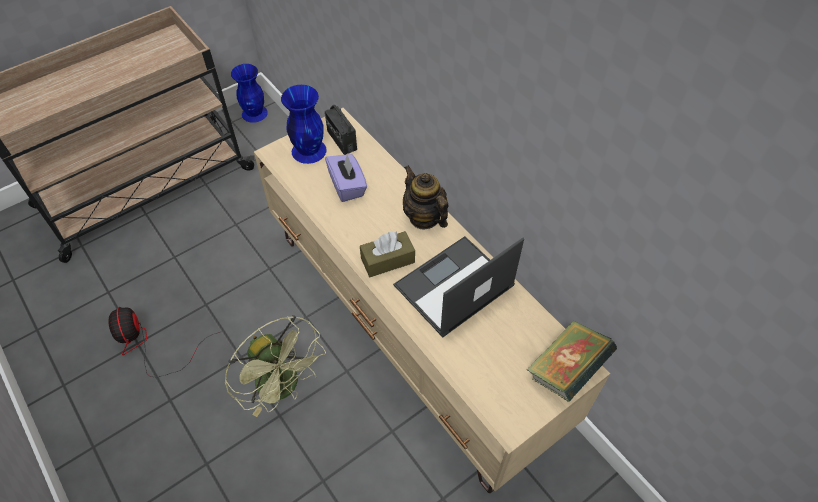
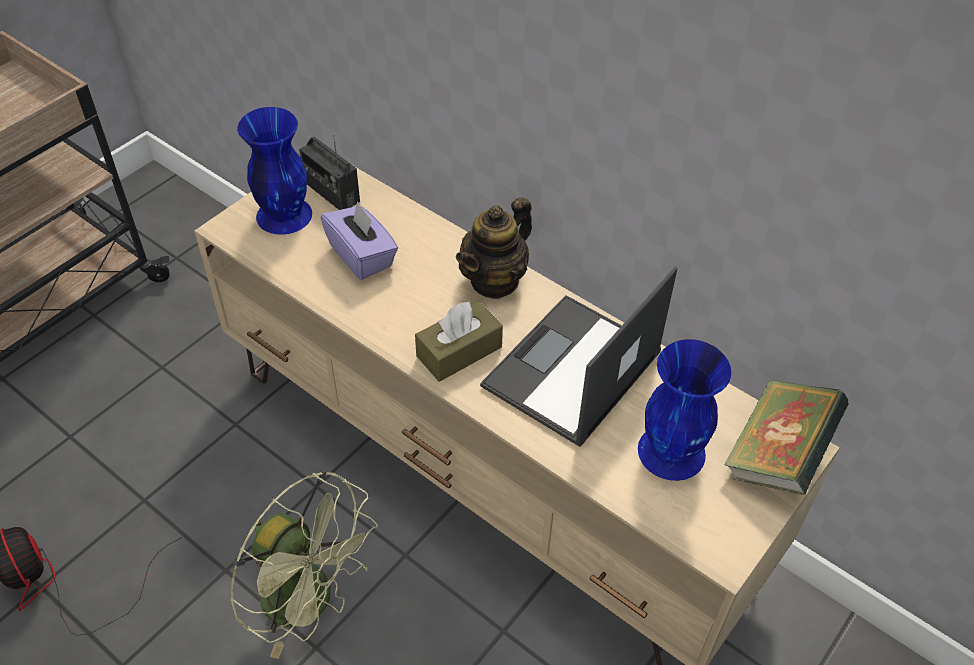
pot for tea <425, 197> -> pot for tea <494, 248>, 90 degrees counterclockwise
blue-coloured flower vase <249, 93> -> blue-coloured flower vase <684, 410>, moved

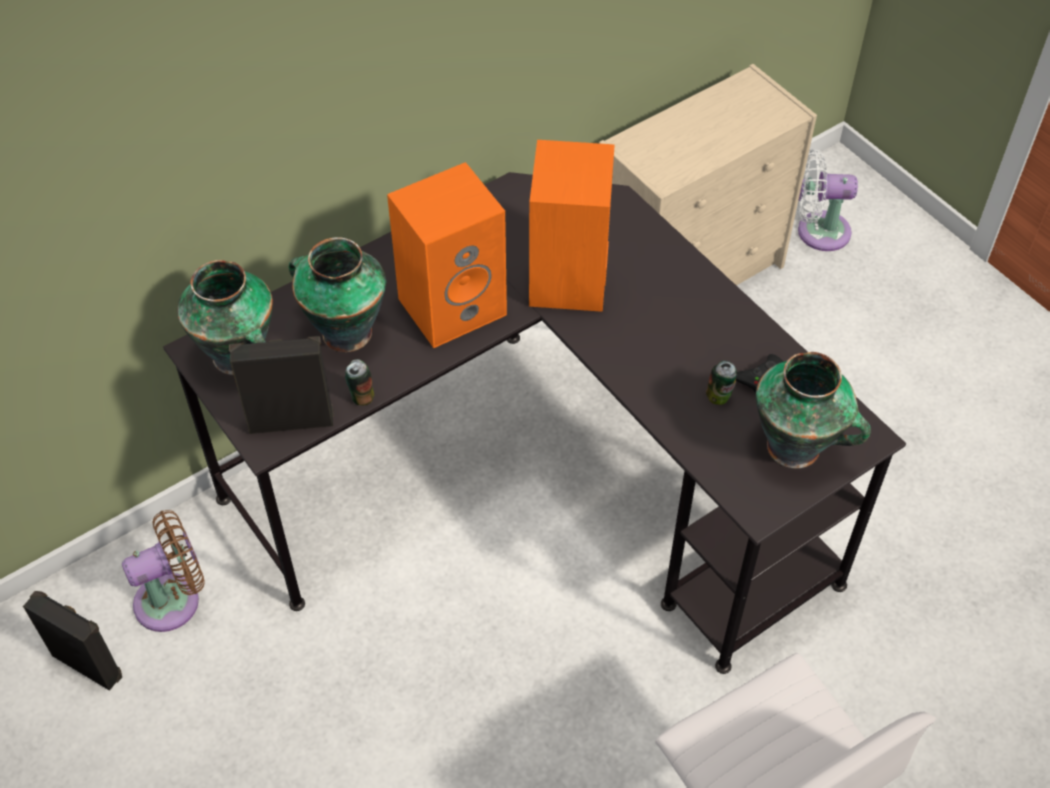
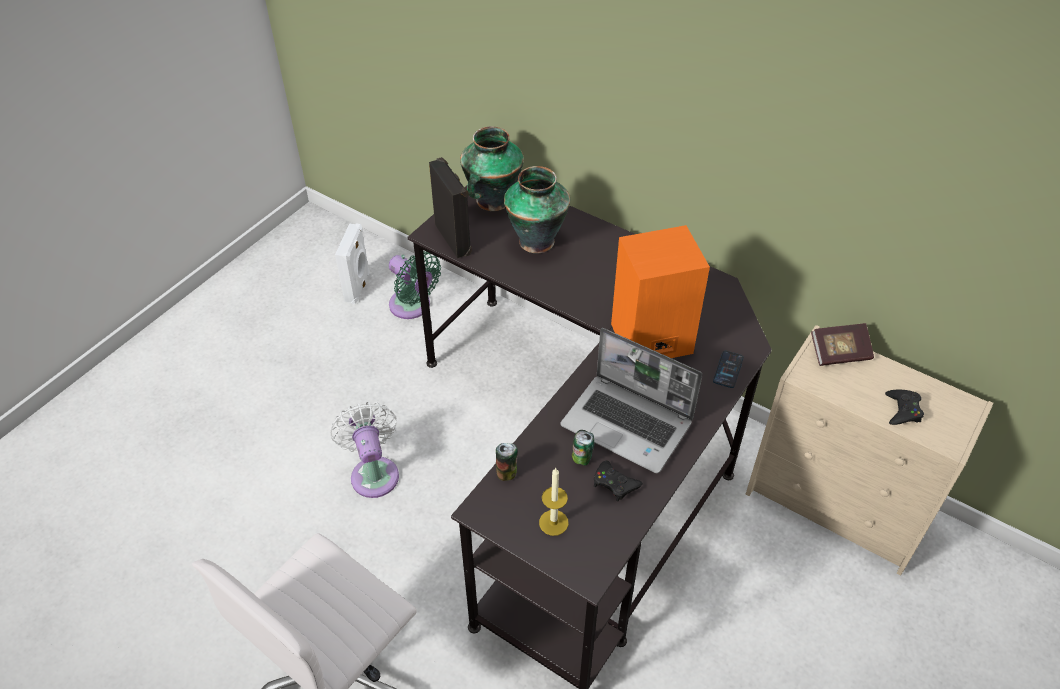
white-coloured cooling fan <827, 200> -> white-coloured cooling fan <364, 450>, moved
blackish audio speaker <72, 641> -> white-coloured audio speaker <352, 263>
brown cooling fan <163, 571> -> greenish cooling fan <415, 285>
can <359, 382> -> can <507, 462>, moved
flower vase <813, 410> -> wax candle <554, 501>
none -> notebook computer <632, 400>
none -> handset <728, 369>
none -> bound book <842, 344>
none -> blackish gamepad <904, 407>
orangey audio speaker <447, 255> -> none

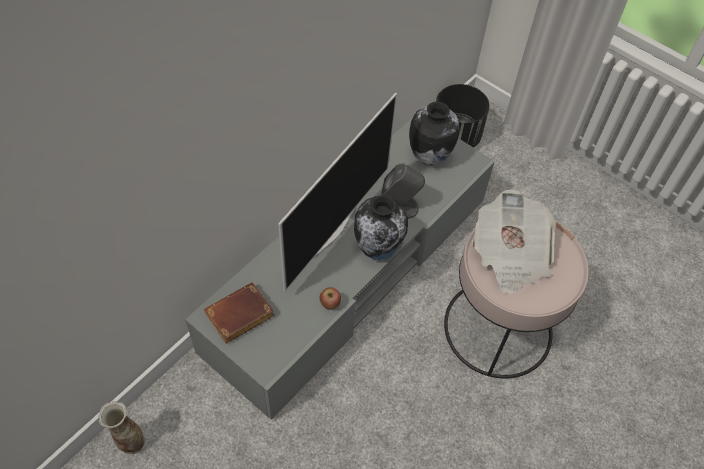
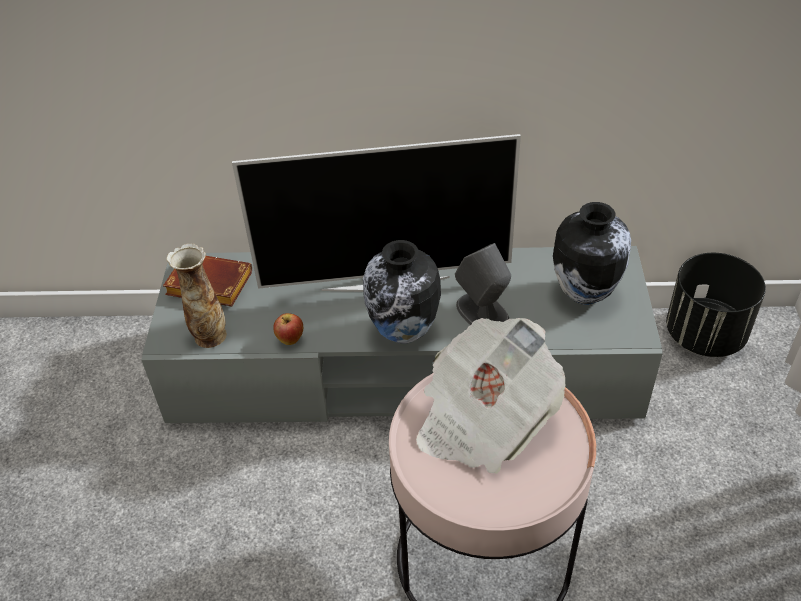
flower vase <121, 427> -> flower vase <196, 295>, moved

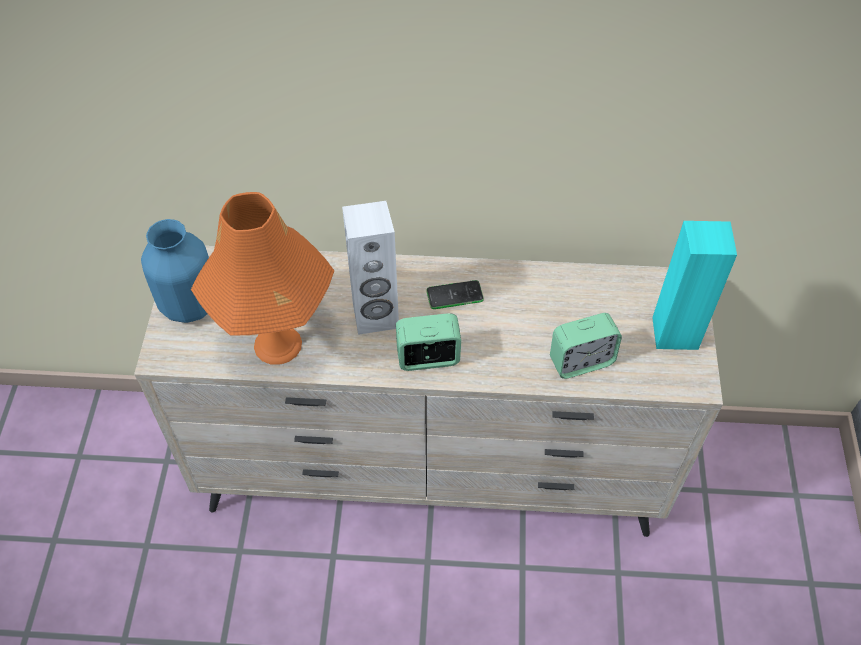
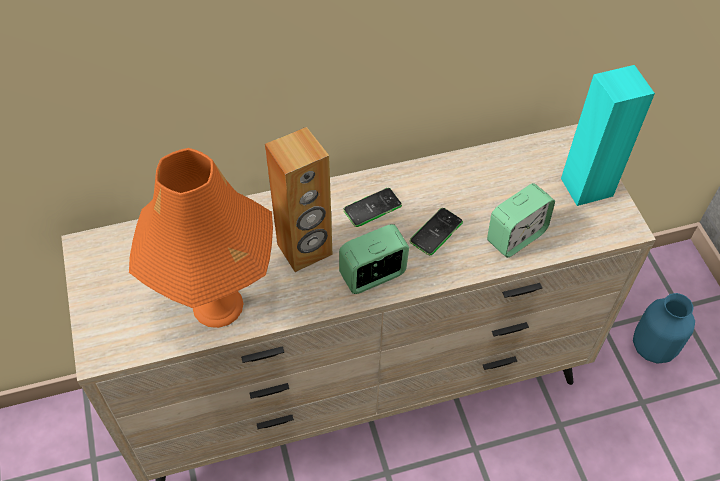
white-coloured audio speaker <370, 268> -> brown audio speaker <298, 199>
none -> handset <436, 231>
blue-coloured flower vase <175, 271> -> blue-coloured flower vase <664, 328>, moved

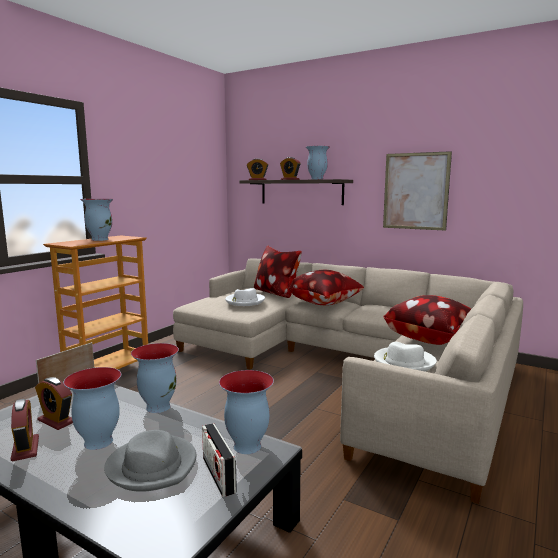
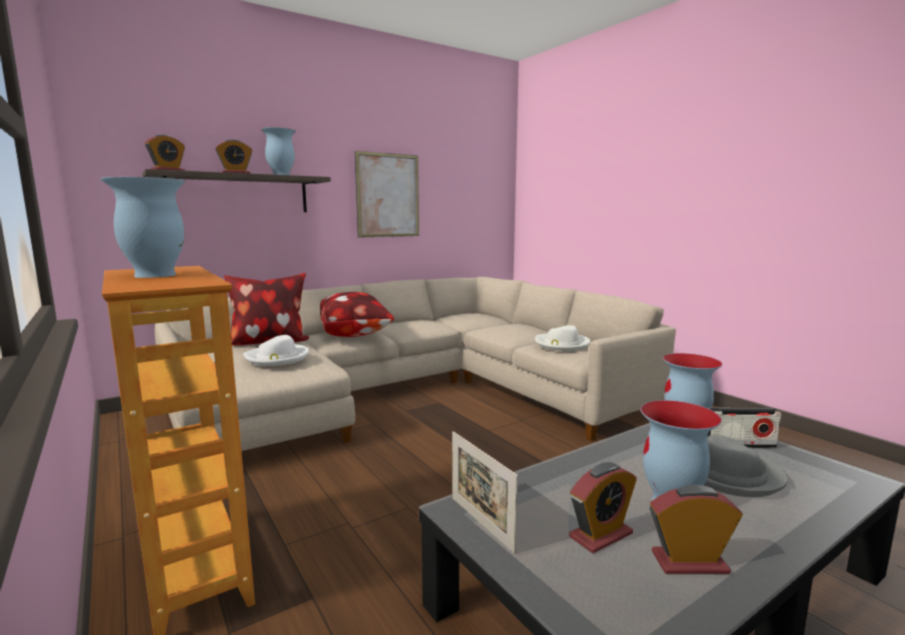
flower vase <155, 378> -> none
pillow <427, 320> -> none

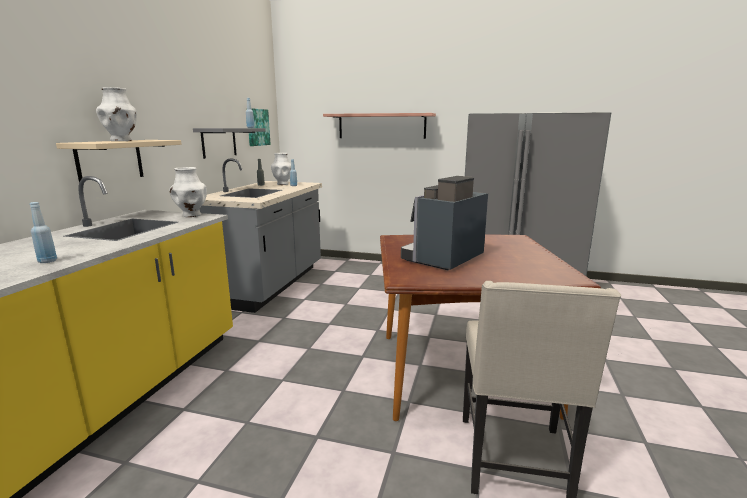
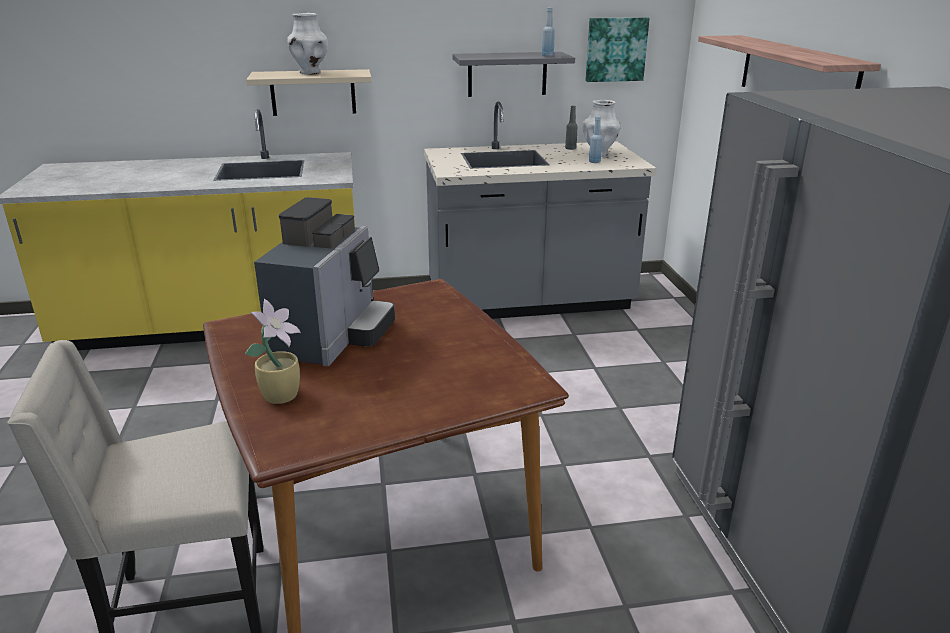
none -> houseplant <273, 351>
coffee brewer <444, 223> -> coffee brewer <324, 281>, 90 degrees clockwise
blue-coloured beverage bottle <43, 232> -> none
white-coloured flower vase <188, 192> -> none

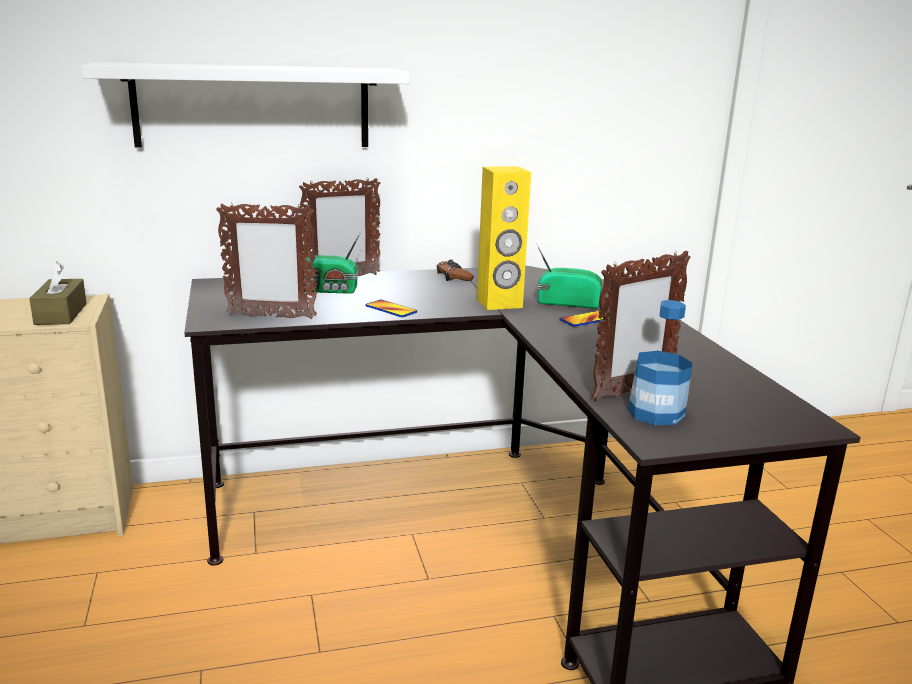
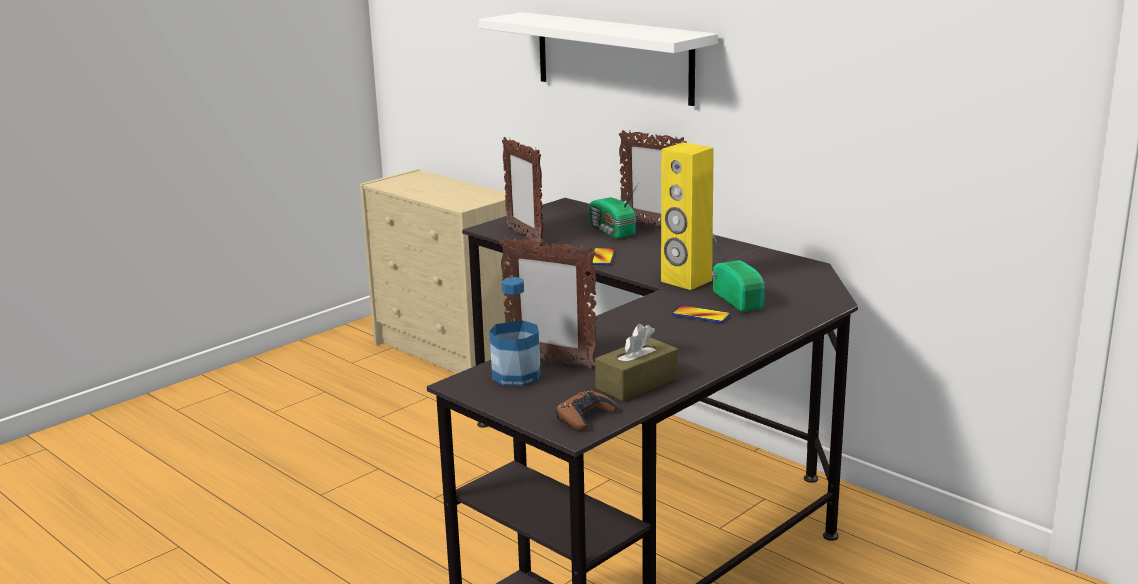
brown gamepad <455, 270> -> brown gamepad <586, 410>, moved
brown tissue holder <58, 293> -> brown tissue holder <636, 362>, moved

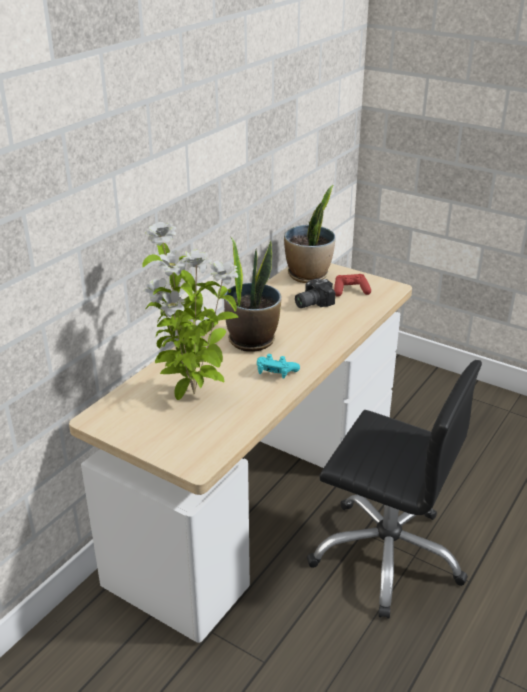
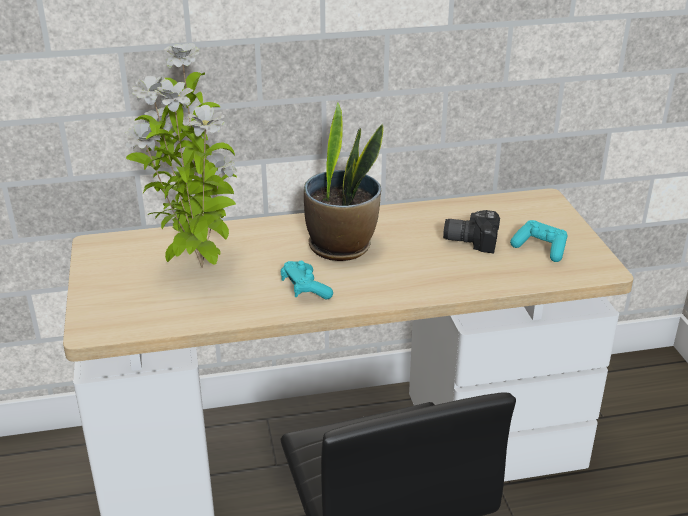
reddish gamepad <352, 285> -> turquoise gamepad <538, 241>
houseplant <309, 234> -> none

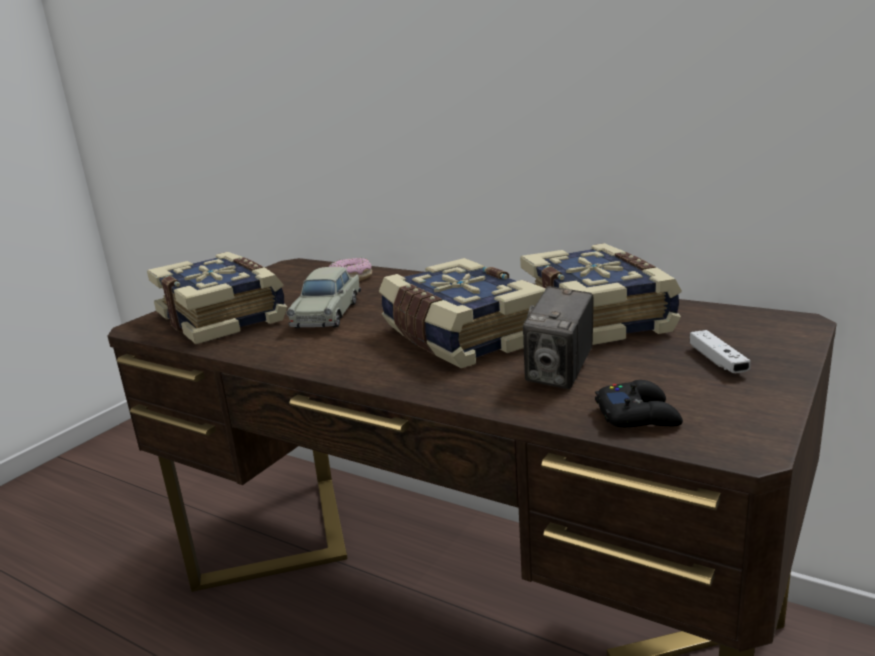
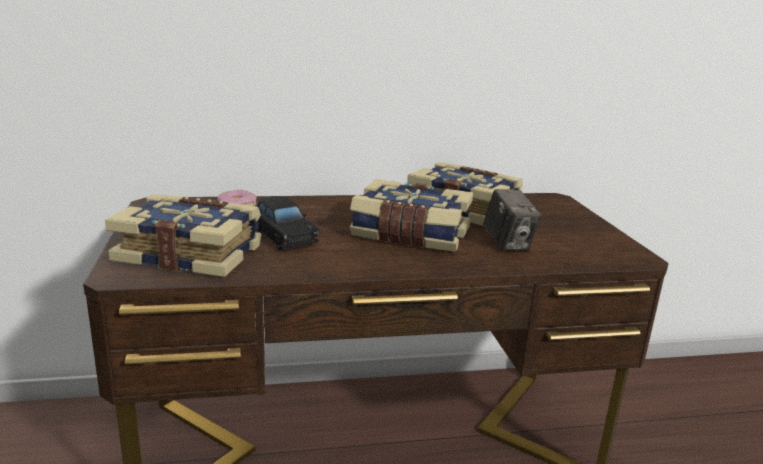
sand-coloured toy car <323, 297> -> blackish toy car <288, 223>
blackish gamepad <639, 404> -> none
white-coloured gamepad <720, 351> -> none

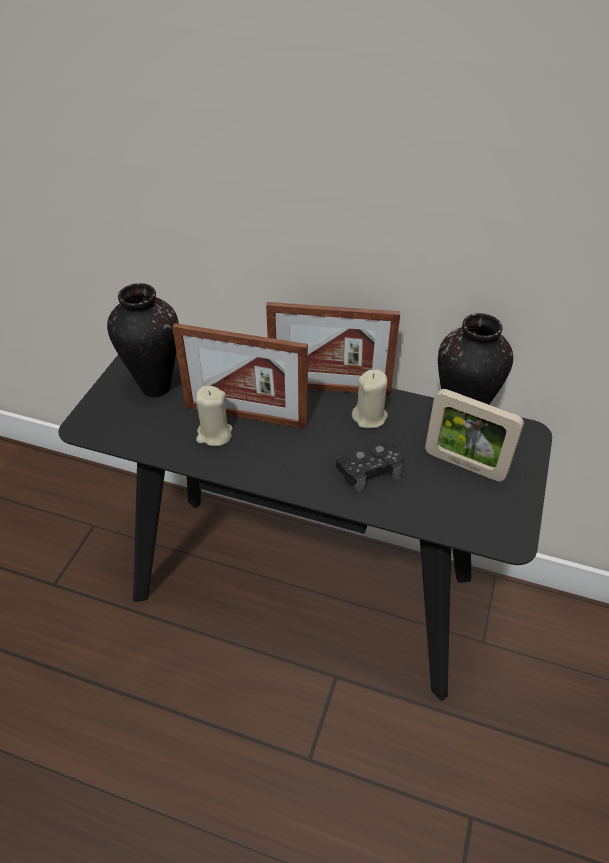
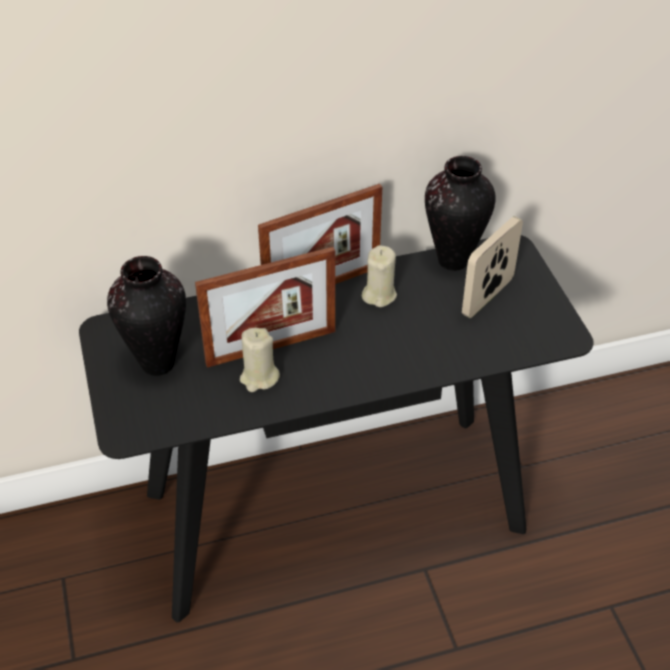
photo frame <474, 435> -> photo frame <492, 267>, 135 degrees clockwise
blackish gamepad <370, 467> -> none

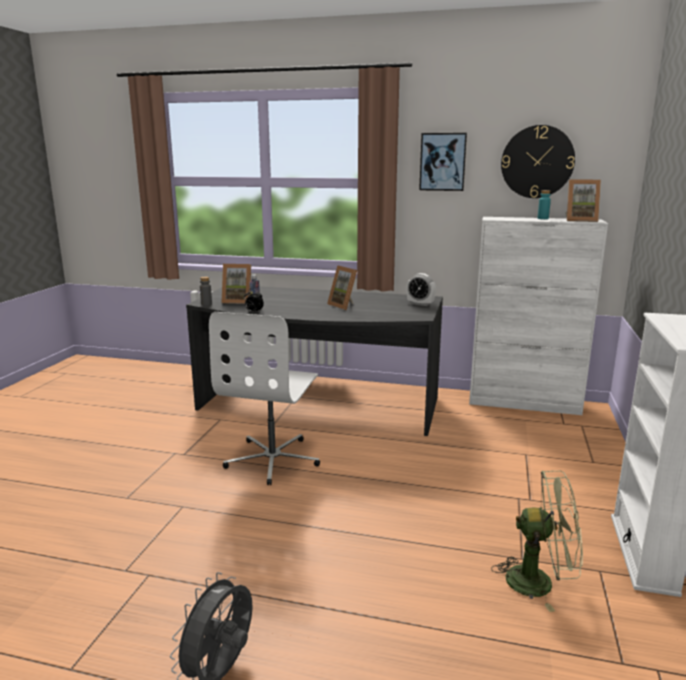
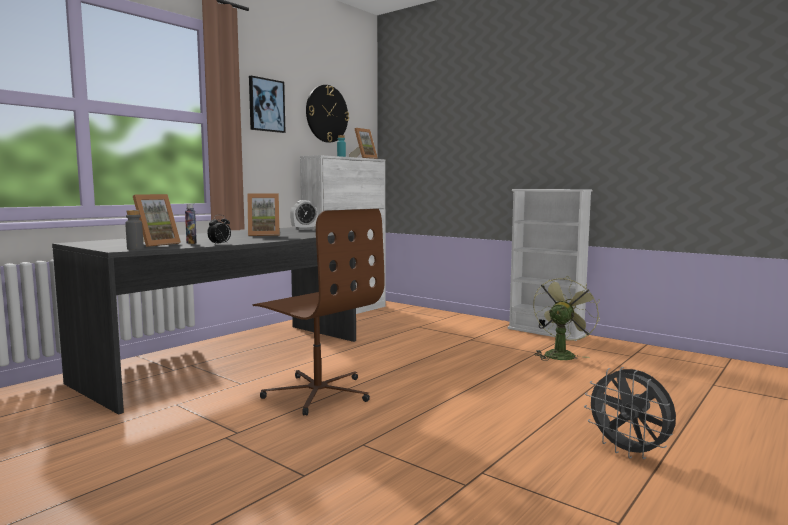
white-coloured computer chair <264, 398> -> brown computer chair <318, 312>

